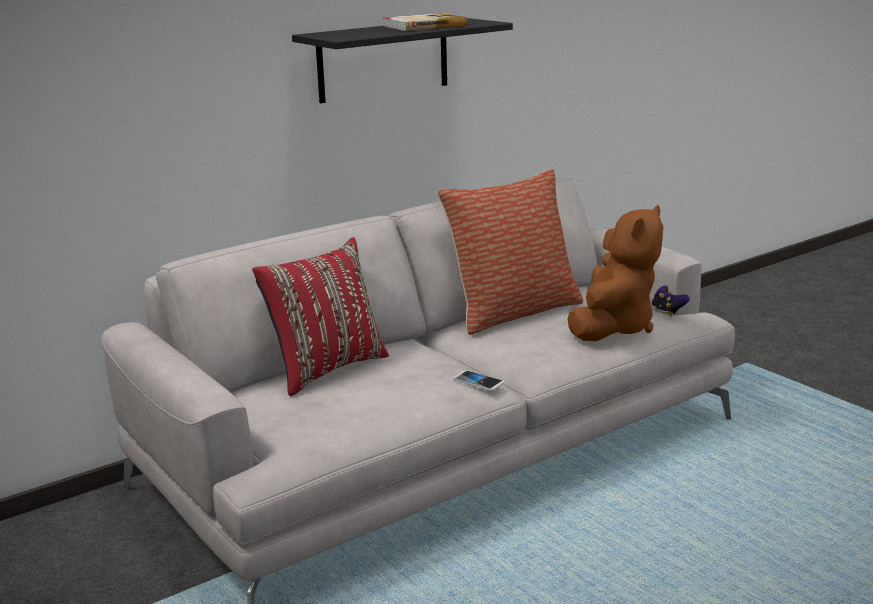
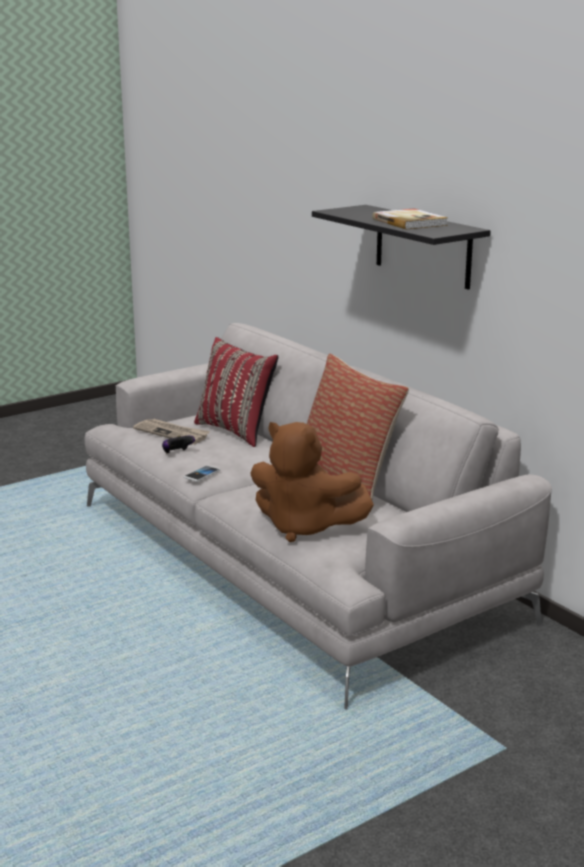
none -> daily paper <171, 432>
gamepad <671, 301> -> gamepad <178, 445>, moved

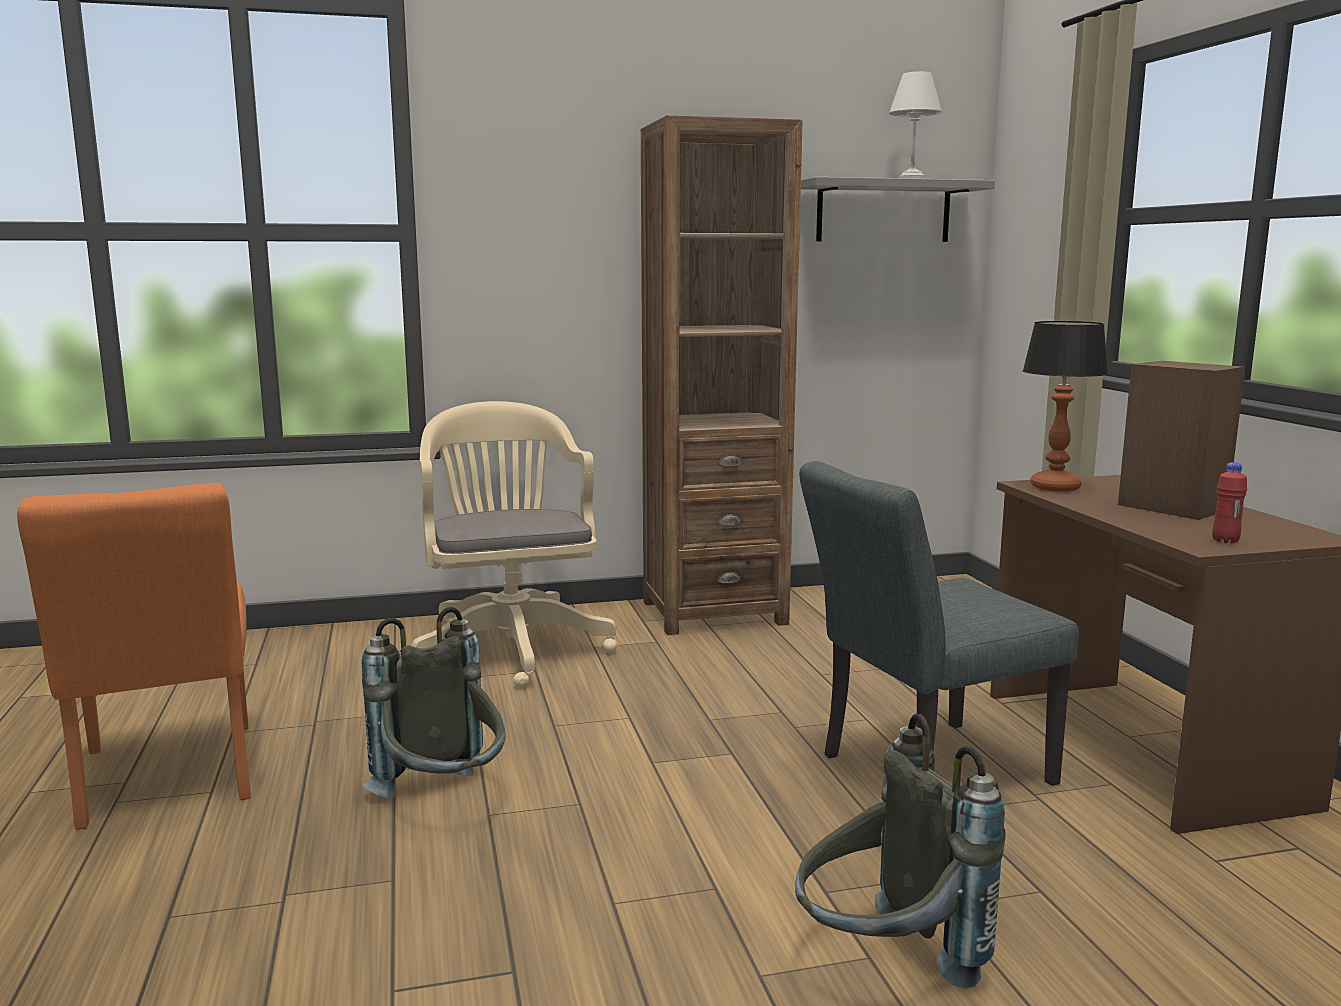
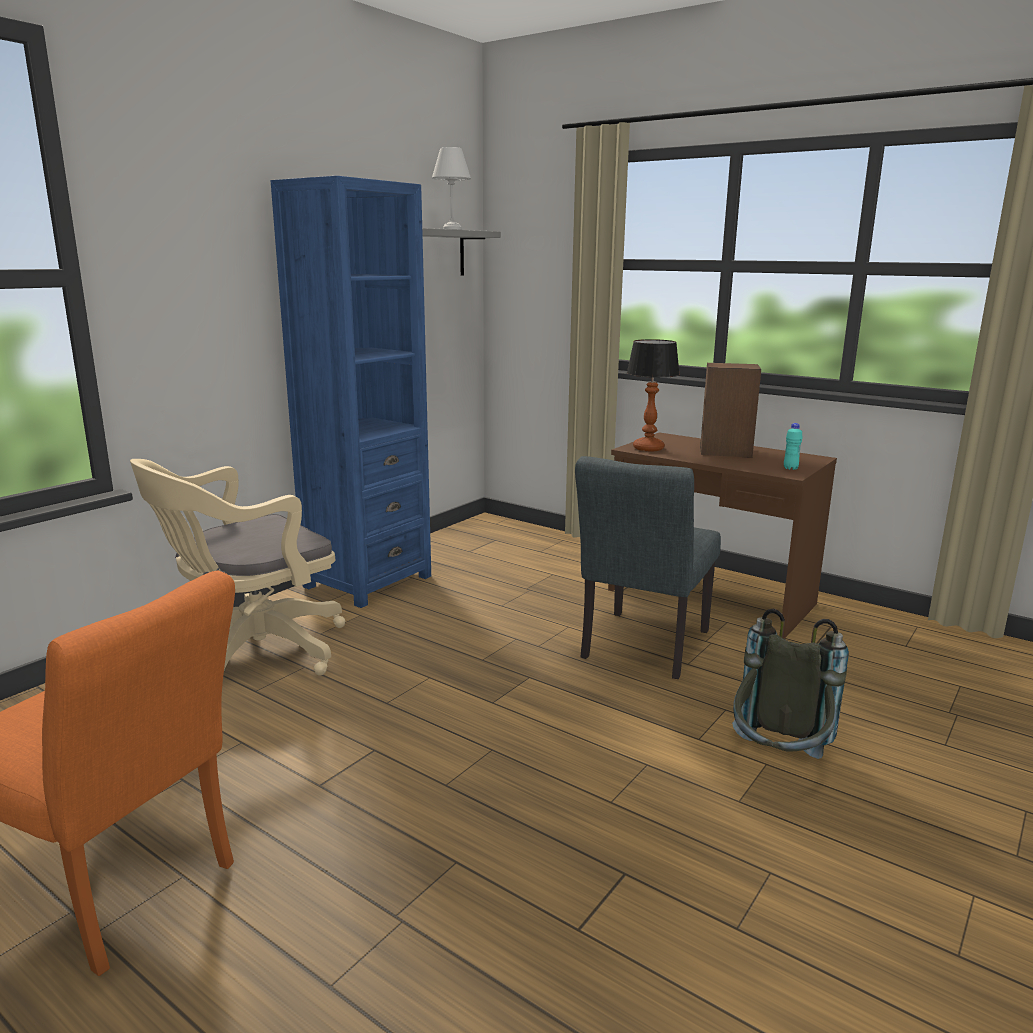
sand-coloured computer chair <514, 544> -> sand-coloured computer chair <237, 567>, 75 degrees counterclockwise
brown bookshelf <722, 375> -> blue-coloured bookshelf <351, 392>
reddish beverage bottle <1229, 502> -> turquoise beverage bottle <793, 446>
gray backpack <434, 702> -> none

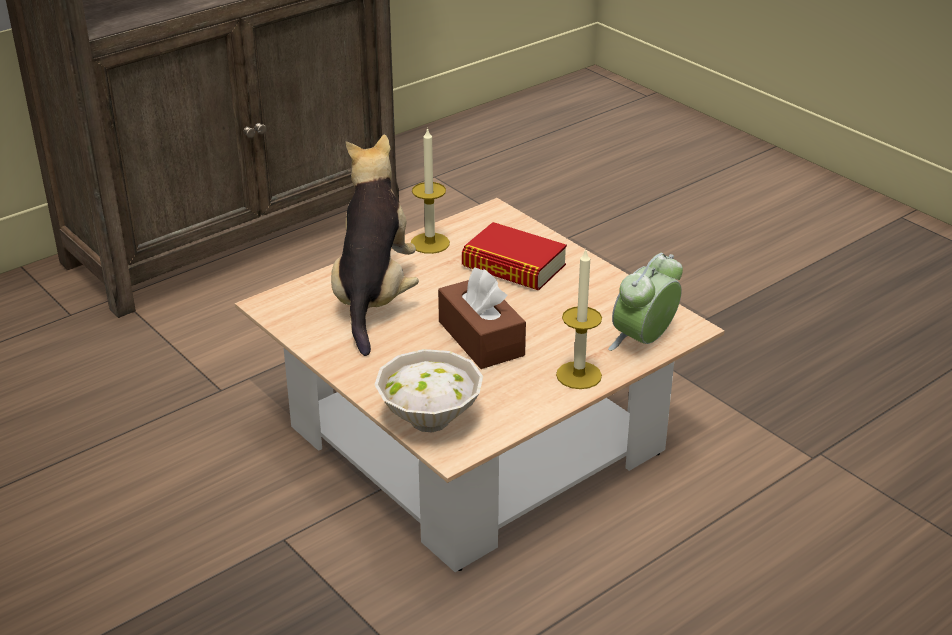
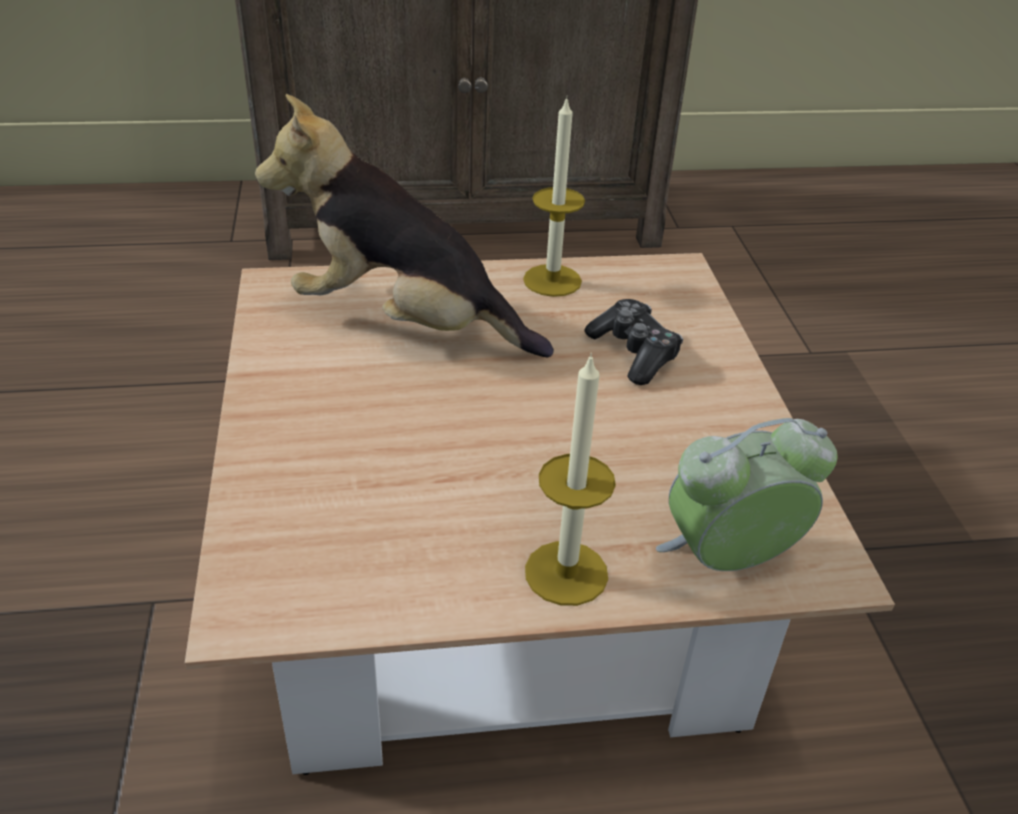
plush toy <375, 245> -> plush toy <404, 225>, 105 degrees counterclockwise
bound book <514, 256> -> gamepad <633, 342>
white-coloured bowl <428, 390> -> none
brown tissue holder <482, 318> -> none

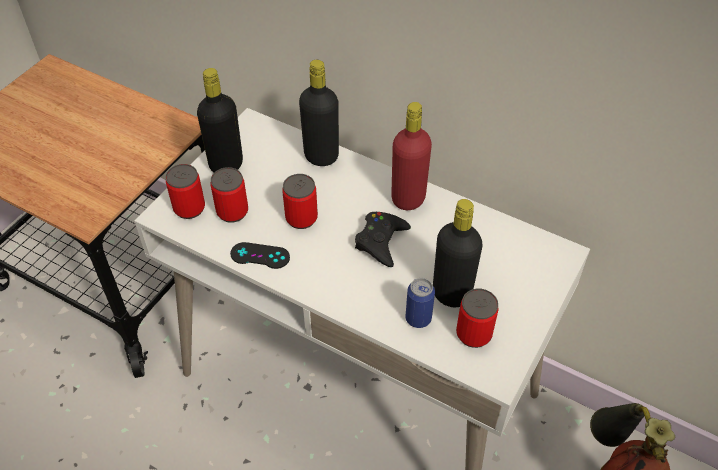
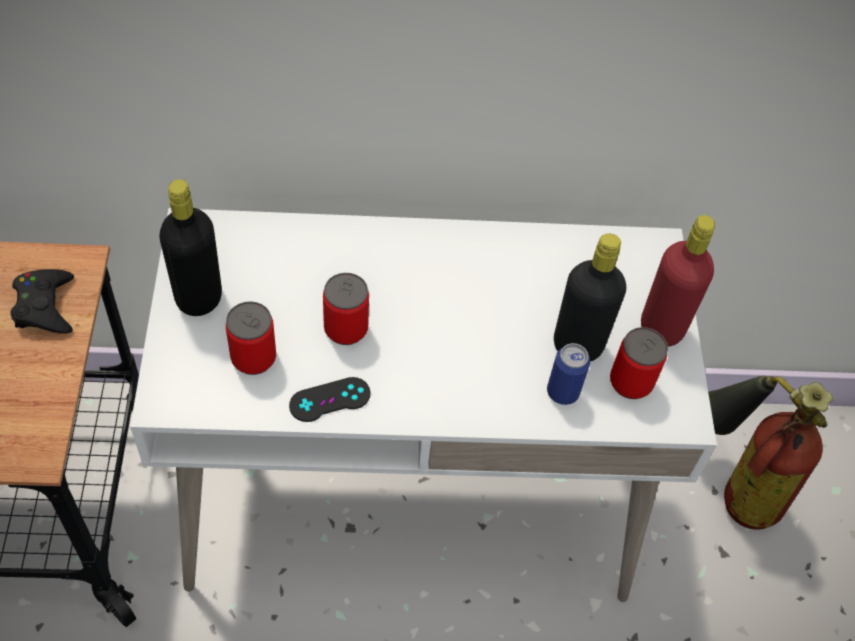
blackish gamepad <383, 239> -> blackish gamepad <42, 301>, moved
reddish beverage bottle <411, 156> -> reddish beverage bottle <678, 281>, moved
can <185, 191> -> none
blackish beverage bottle <319, 113> -> none

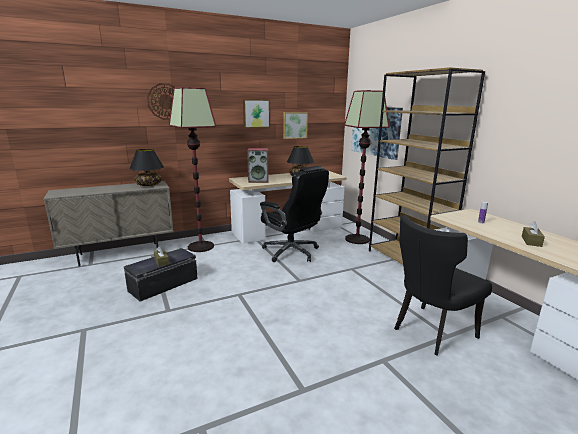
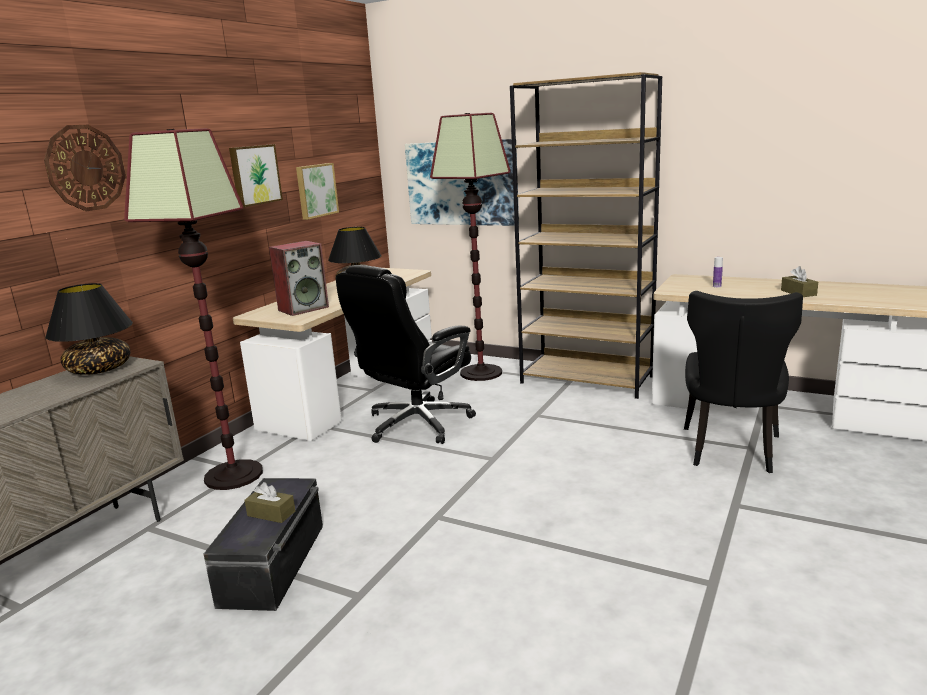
blackish computer chair <294, 214> -> blackish computer chair <406, 354>, 120 degrees clockwise

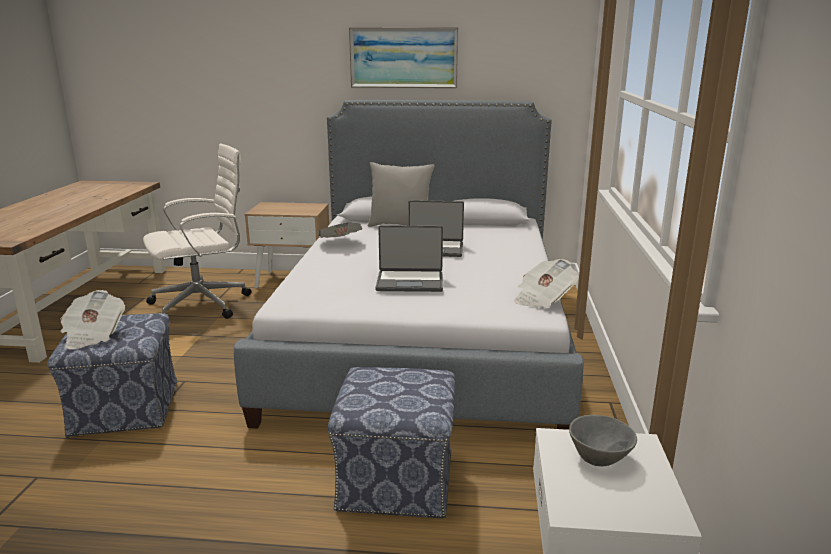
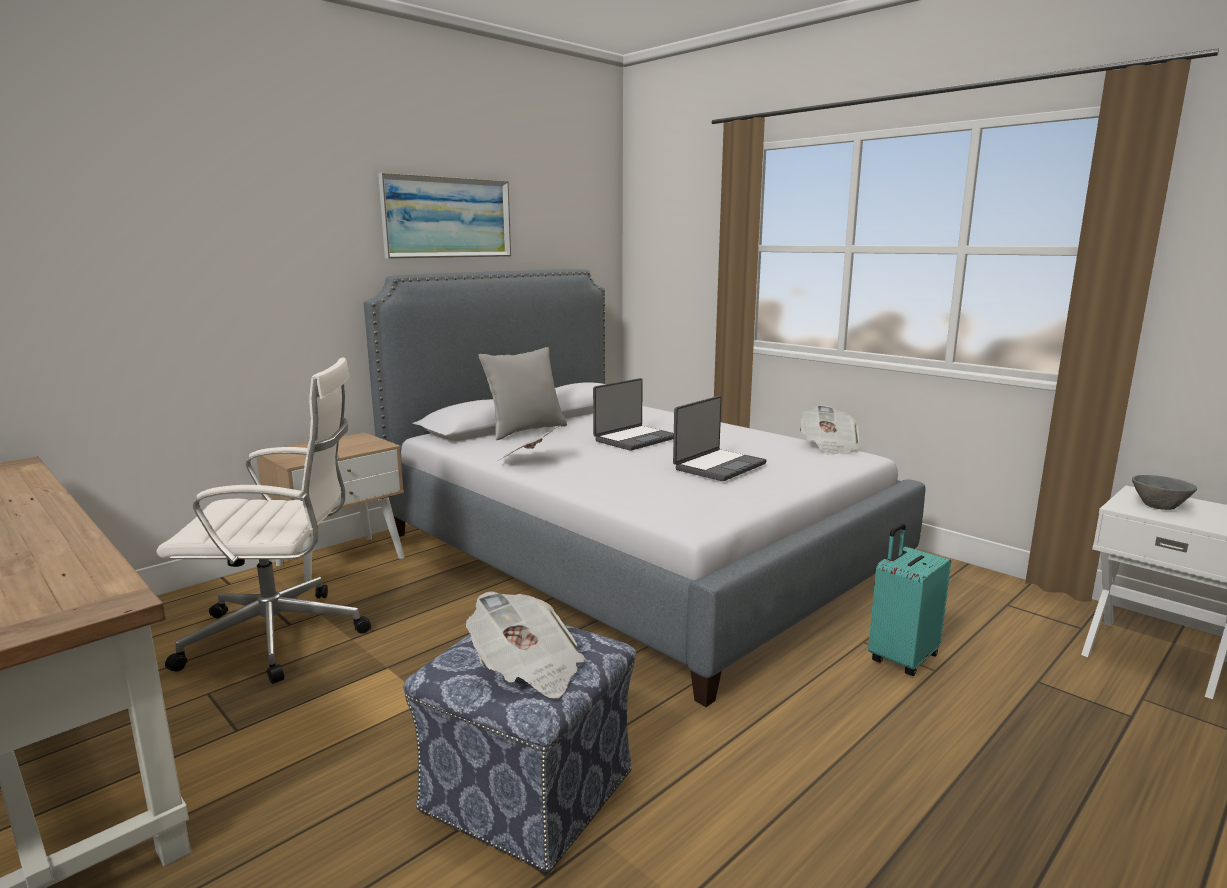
white-coloured computer chair <197, 231> -> white-coloured computer chair <263, 521>, 75 degrees clockwise
footrest <391, 442> -> turquoise piece of luggage <909, 599>

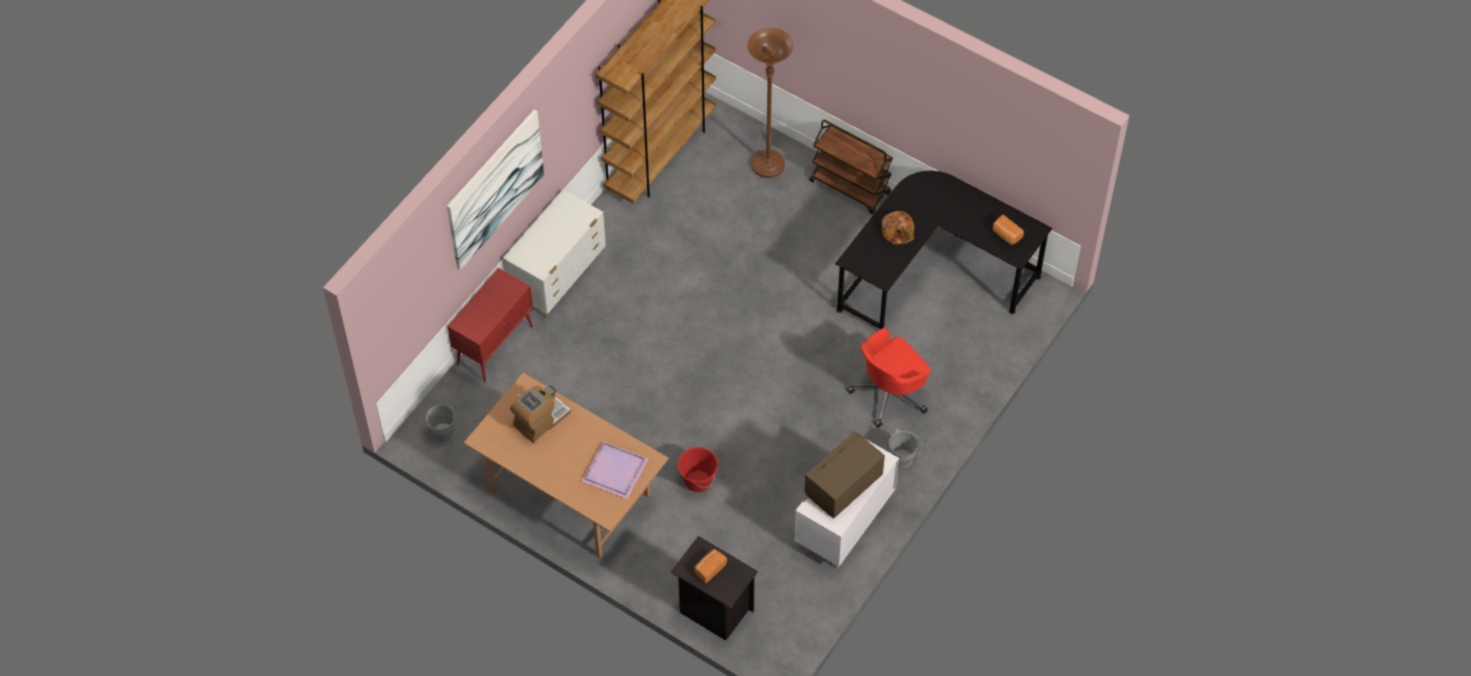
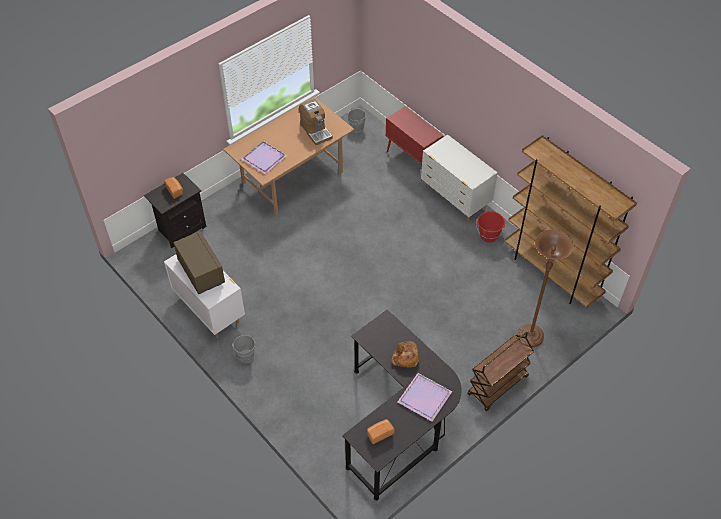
none -> purple-coloured serving tray <425, 397>
reddish bucket <697, 469> -> reddish bucket <490, 227>, moved
wall picture <495, 189> -> none
reddish computer chair <889, 378> -> none

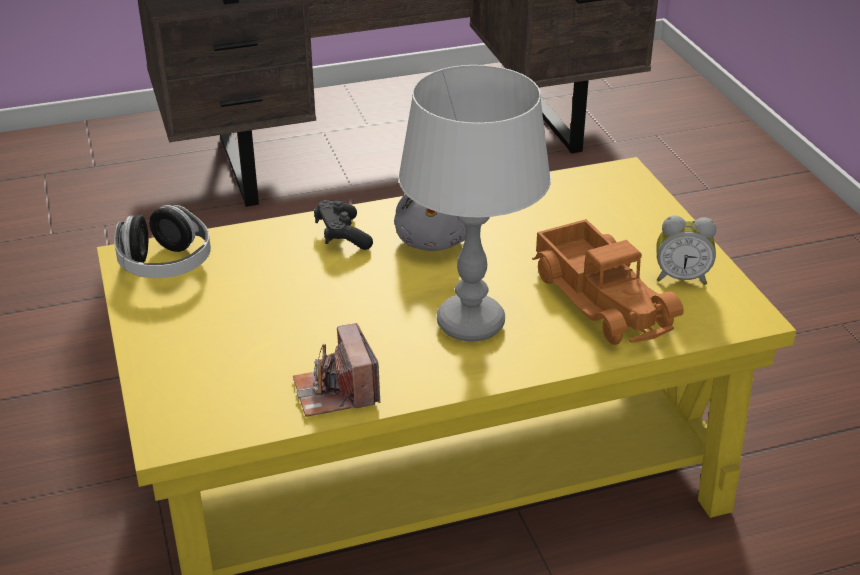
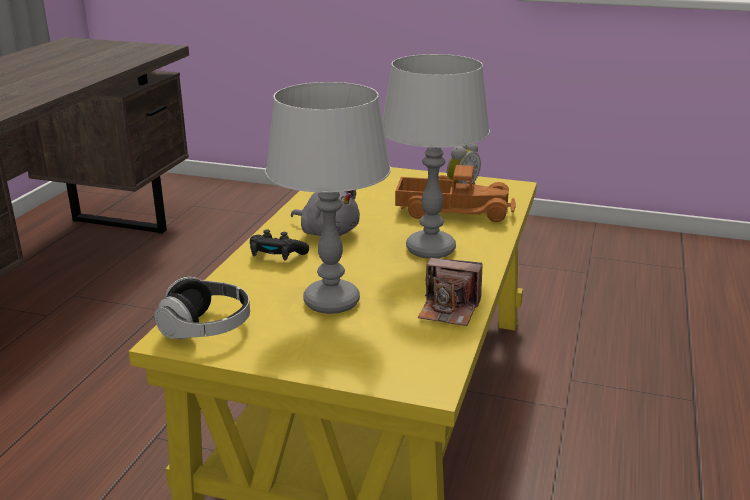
none -> gray tabletop lamp <328, 198>

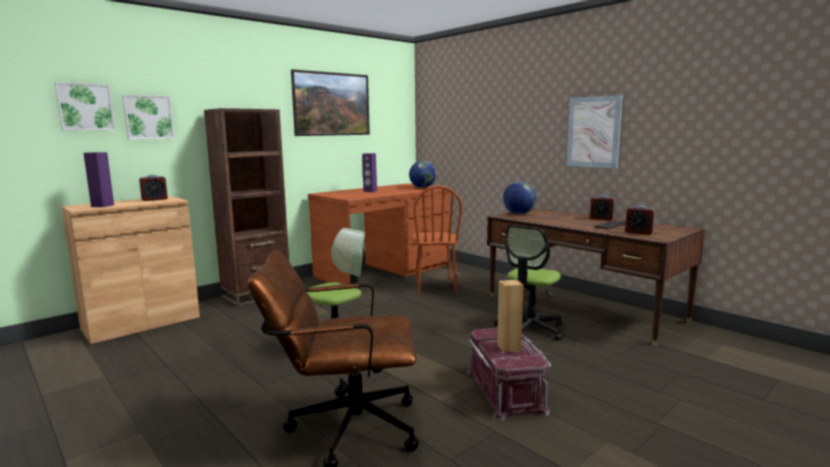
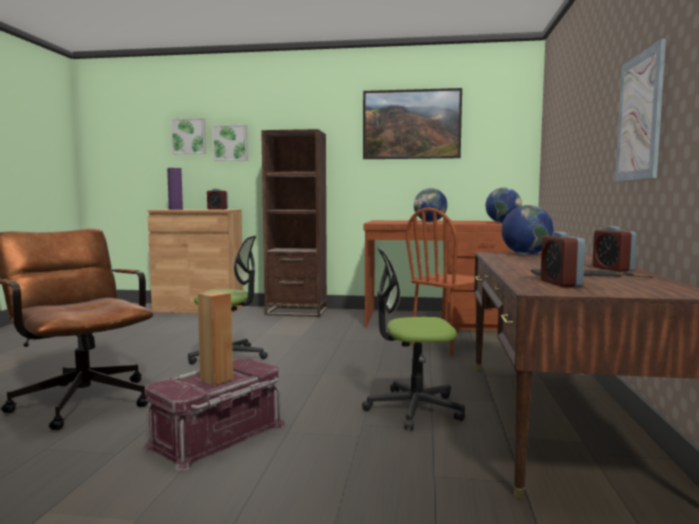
purple-coloured audio speaker <369, 172> -> world globe <430, 205>

